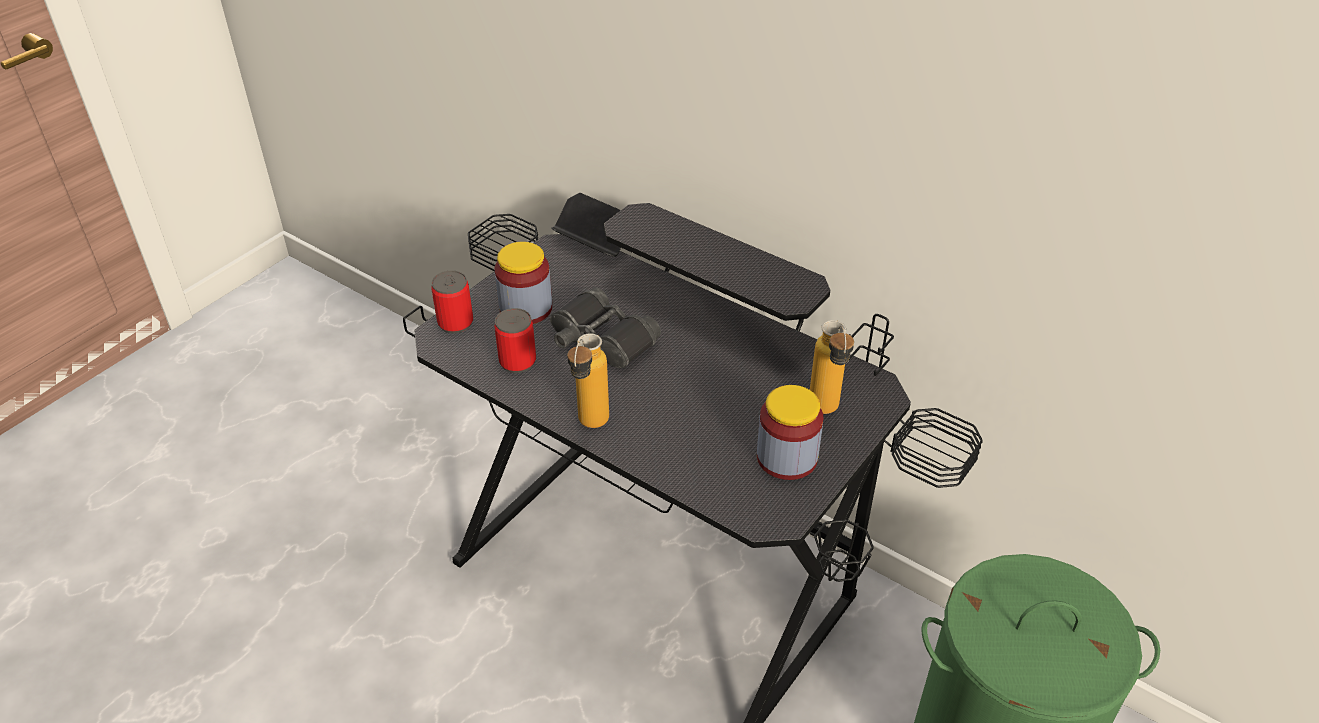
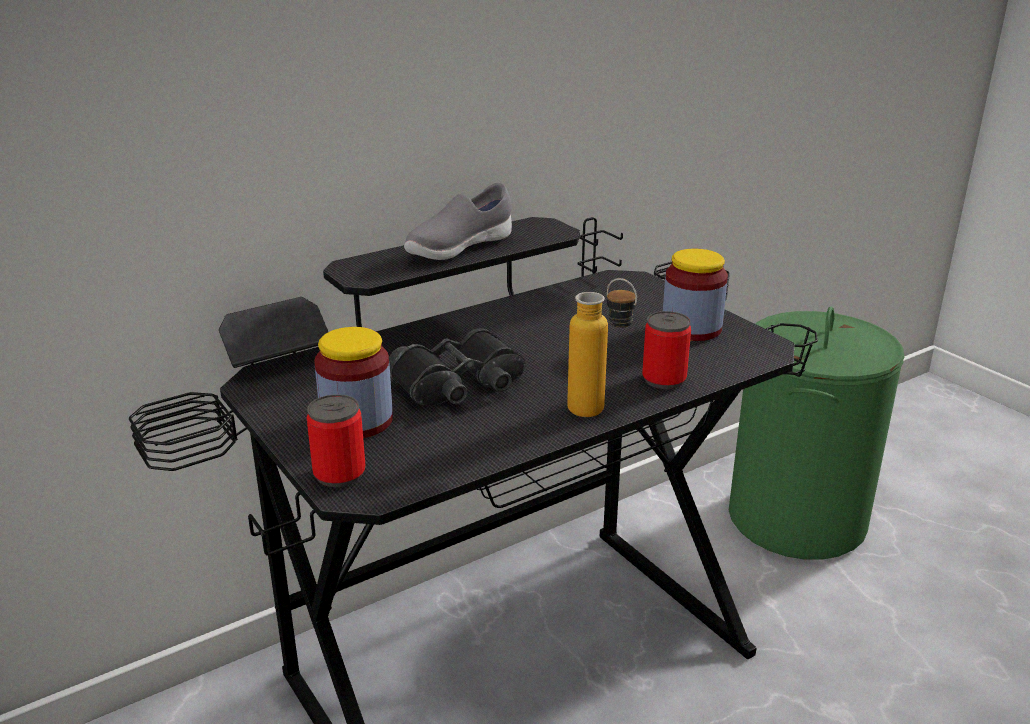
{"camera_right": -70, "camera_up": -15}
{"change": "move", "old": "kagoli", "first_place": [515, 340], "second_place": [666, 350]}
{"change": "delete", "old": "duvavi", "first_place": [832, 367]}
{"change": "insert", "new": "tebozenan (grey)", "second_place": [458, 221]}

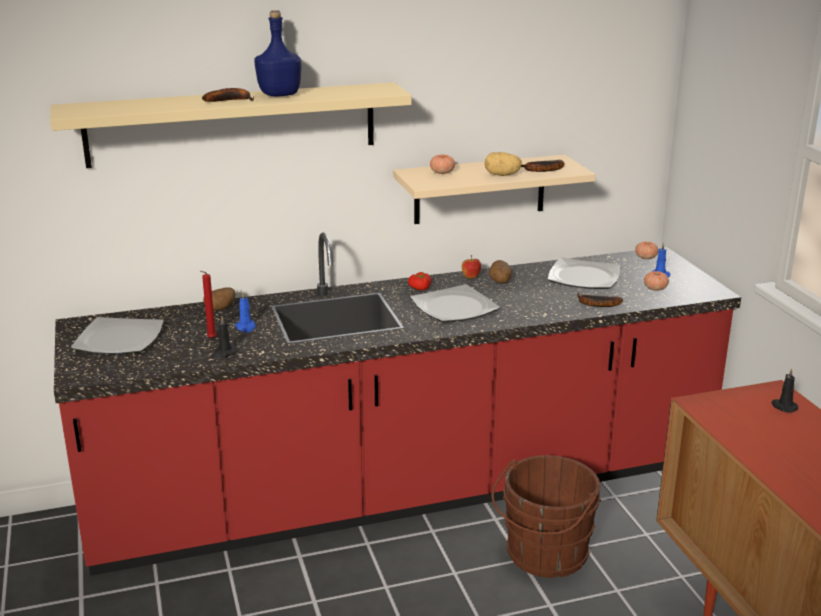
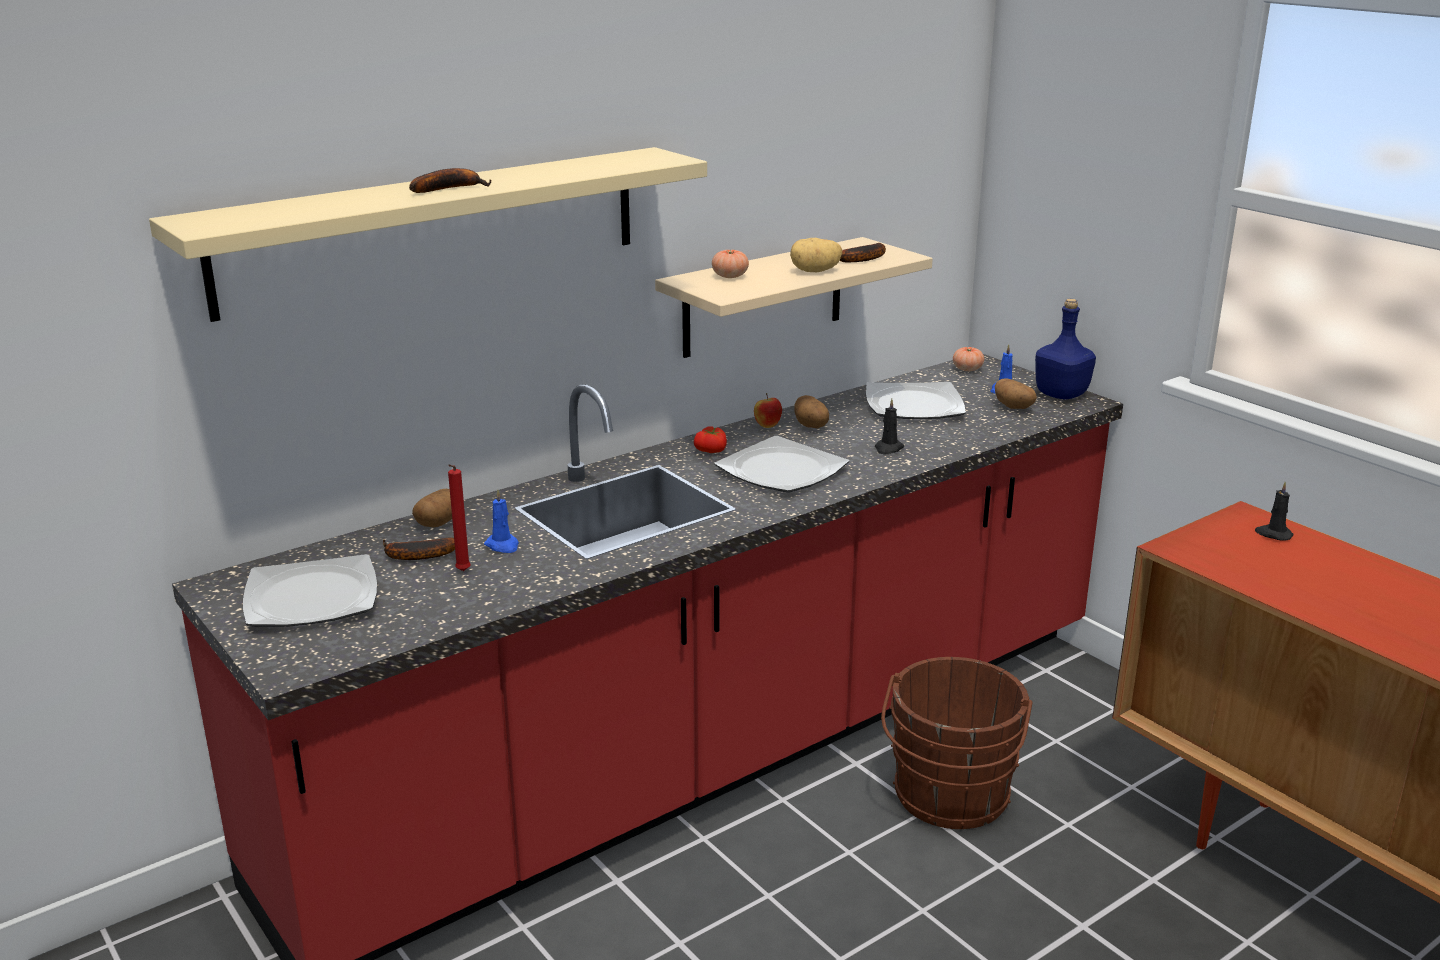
{"camera_right": -20, "camera_up": 0}
{"change": "move", "old": "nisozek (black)", "first_place": [224, 337], "second_place": [889, 426]}
{"change": "move", "old": "duvavi (blue)", "first_place": [278, 53], "second_place": [1065, 349]}
{"change": "move", "old": "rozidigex", "first_place": [600, 300], "second_place": [419, 548]}
{"change": "replace", "old": "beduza", "new": "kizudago", "first_place": [656, 281], "second_place": [1016, 393]}

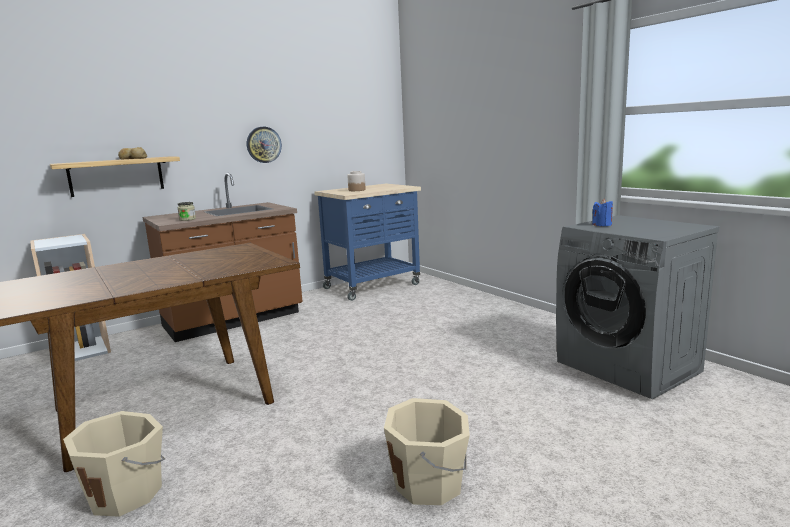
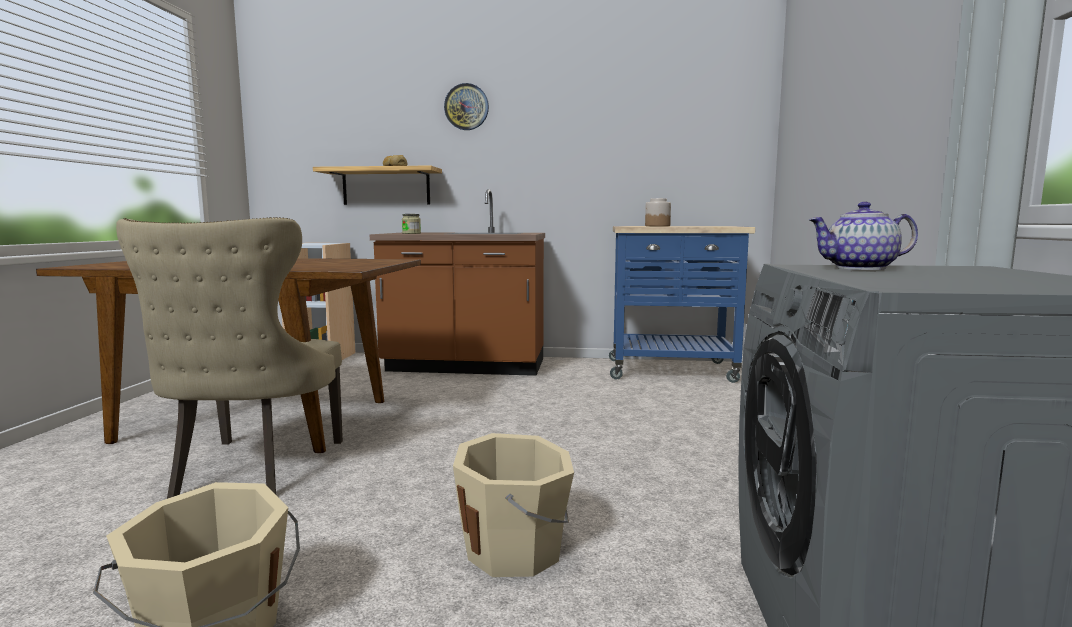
{"camera_right": 40, "camera_up": -5}
{"change": "move", "old": "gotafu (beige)", "first_place": [114, 464], "second_place": [513, 505]}
{"change": "move", "old": "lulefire", "first_place": [264, 145], "second_place": [466, 106]}
{"change": "replace", "old": "nisozek (blue)", "new": "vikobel", "first_place": [602, 212], "second_place": [863, 236]}
{"change": "insert", "new": "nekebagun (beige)", "second_place": [229, 358]}

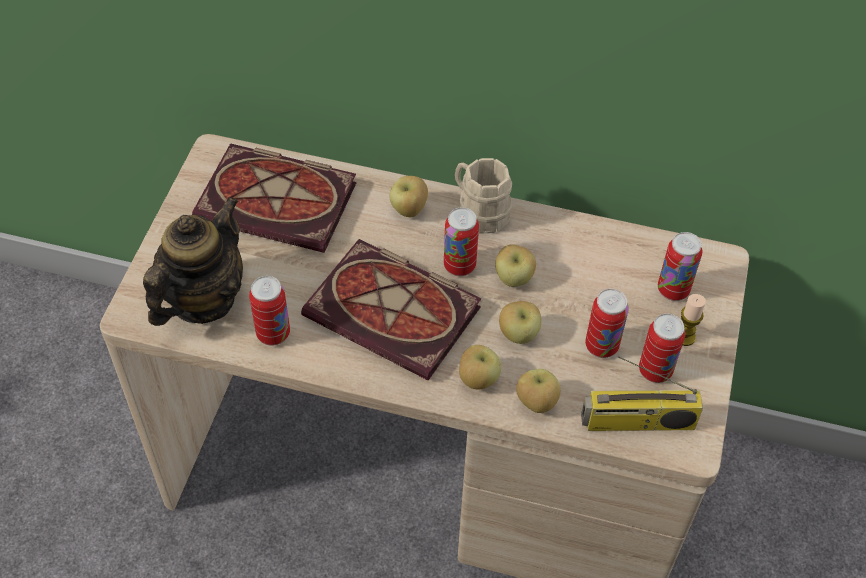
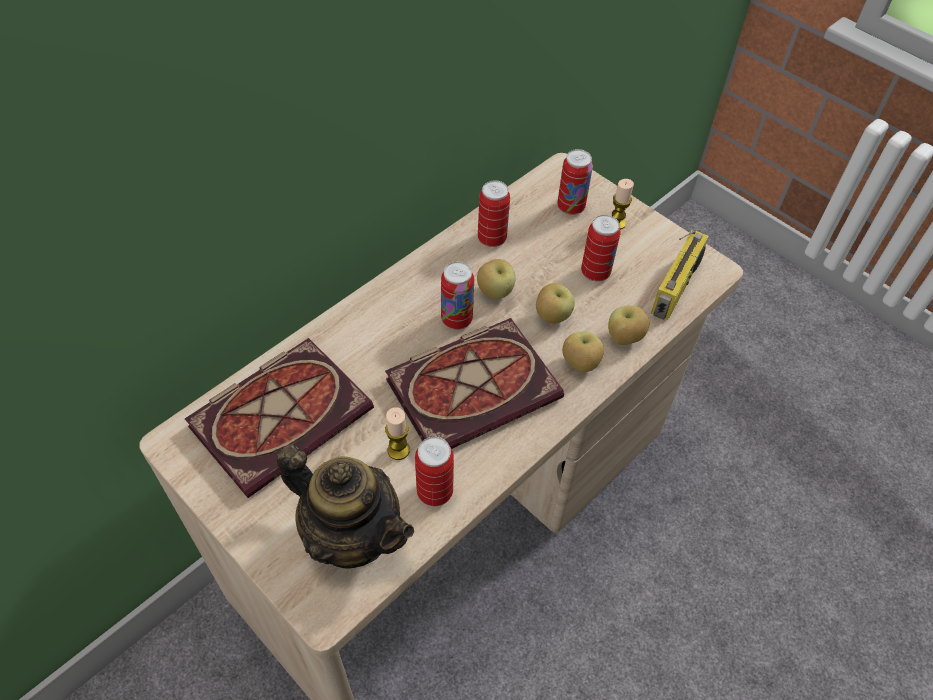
{"camera_right": -60, "camera_up": 0}
{"change": "rotate", "old": "vikobel", "first_place": [193, 261], "second_place": [345, 506], "degrees": 150}
{"change": "delete", "old": "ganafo", "first_place": [408, 196]}
{"change": "delete", "old": "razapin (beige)", "first_place": [483, 196]}
{"change": "move", "old": "kagoli", "first_place": [662, 348], "second_place": [494, 213]}
{"change": "insert", "new": "nisozek", "second_place": [397, 433]}

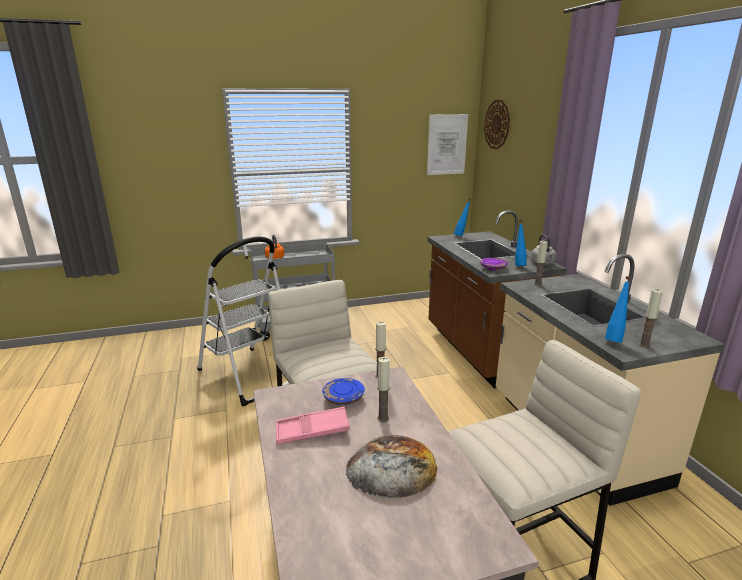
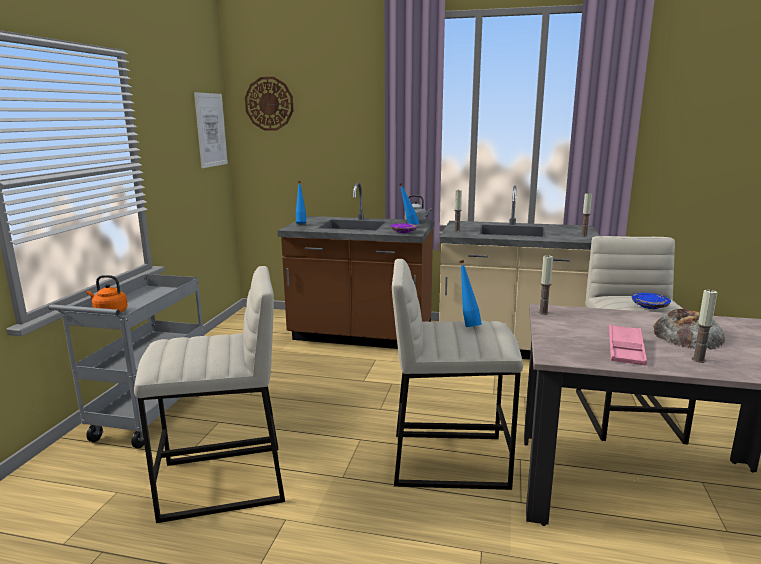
{"camera_right": -60, "camera_up": -5}
{"change": "replace", "old": "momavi", "new": "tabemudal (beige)", "first_place": [243, 321], "second_place": [209, 394]}
{"change": "move", "old": "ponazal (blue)", "first_place": [343, 391], "second_place": [651, 301]}
{"change": "move", "old": "nisozek", "first_place": [383, 389], "second_place": [704, 326]}
{"change": "move", "old": "duvavi (blue)", "first_place": [618, 310], "second_place": [470, 293]}

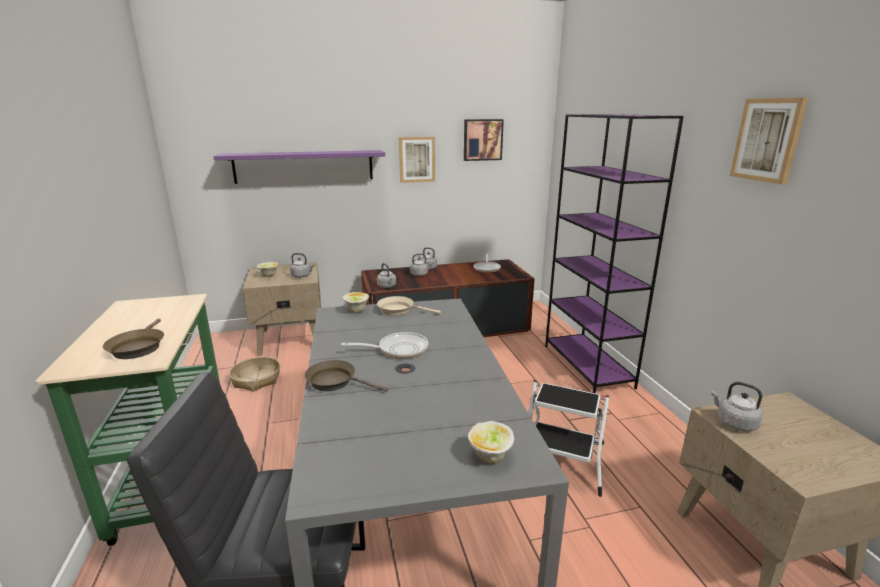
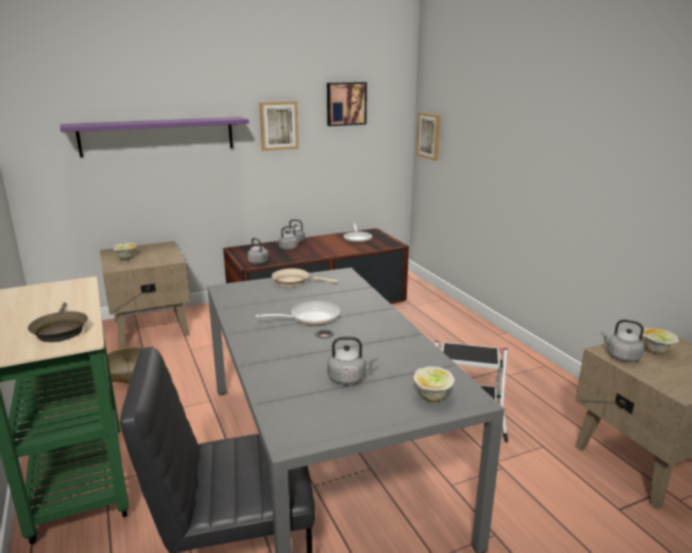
{"camera_right": -10, "camera_up": 0}
{"change": "move", "old": "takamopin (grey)", "first_place": [302, 265], "second_place": [352, 361]}
{"change": "delete", "old": "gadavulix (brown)", "first_place": [346, 376]}
{"change": "move", "old": "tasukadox", "first_place": [355, 302], "second_place": [661, 341]}
{"change": "delete", "old": "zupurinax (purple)", "first_place": [614, 253]}
{"change": "move", "old": "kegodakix", "first_place": [769, 141], "second_place": [428, 136]}

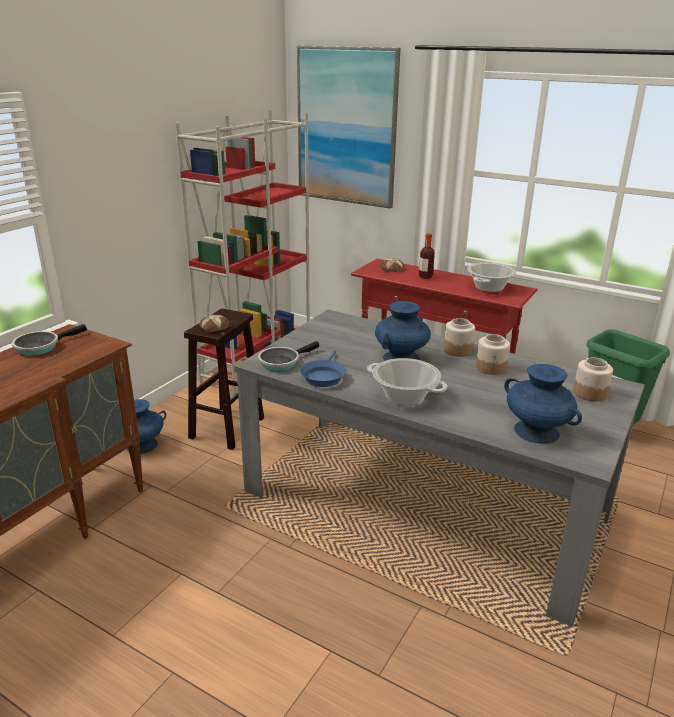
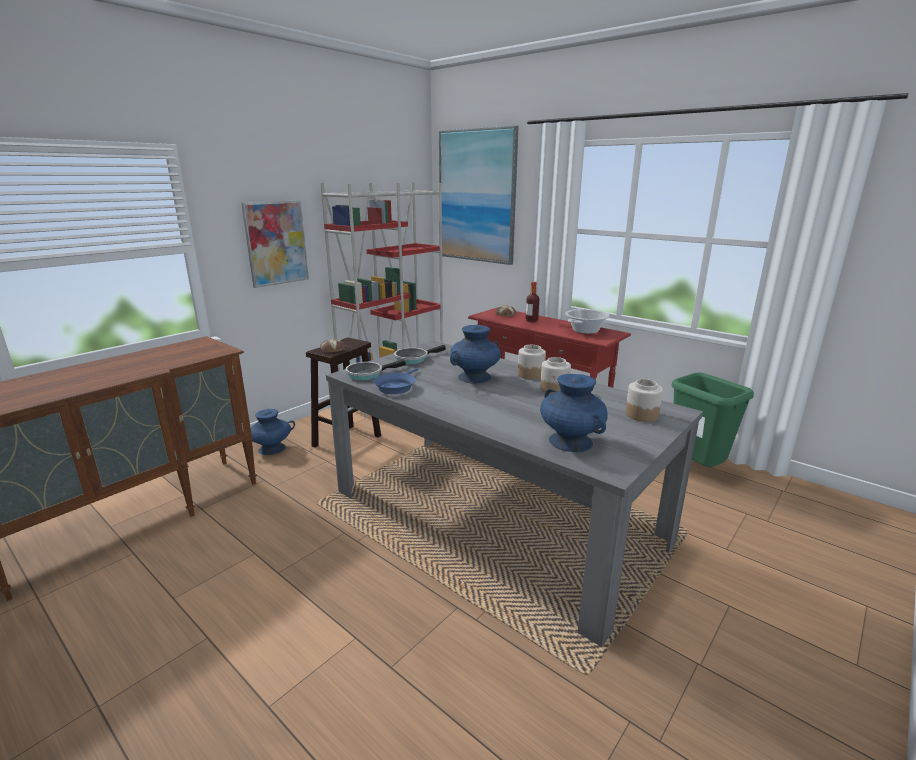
{"camera_right": 10, "camera_up": -5}
{"change": "move", "old": "gadavulix", "first_place": [49, 340], "second_place": [420, 355]}
{"change": "delete", "old": "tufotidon", "first_place": [407, 381]}
{"change": "insert", "new": "kegodakix", "second_place": [275, 244]}

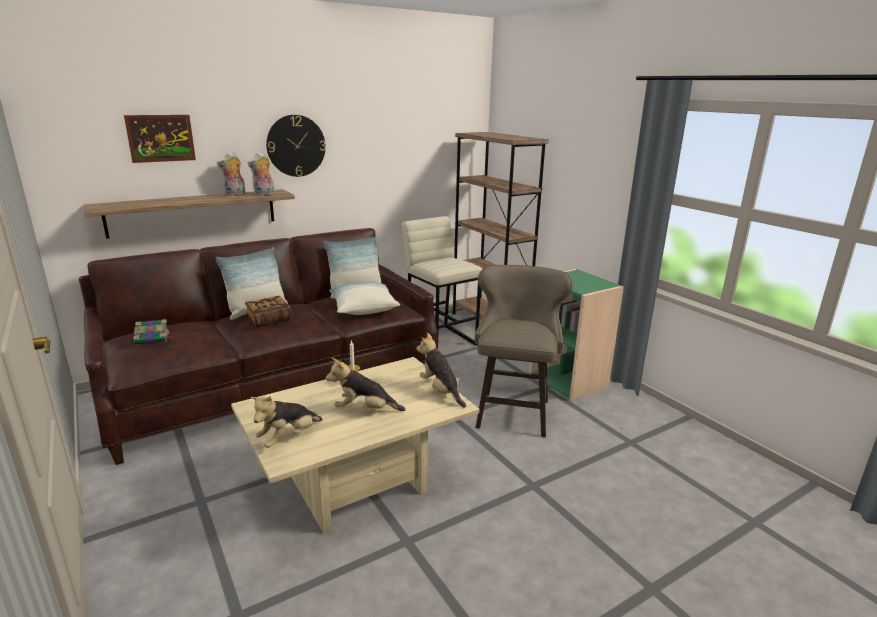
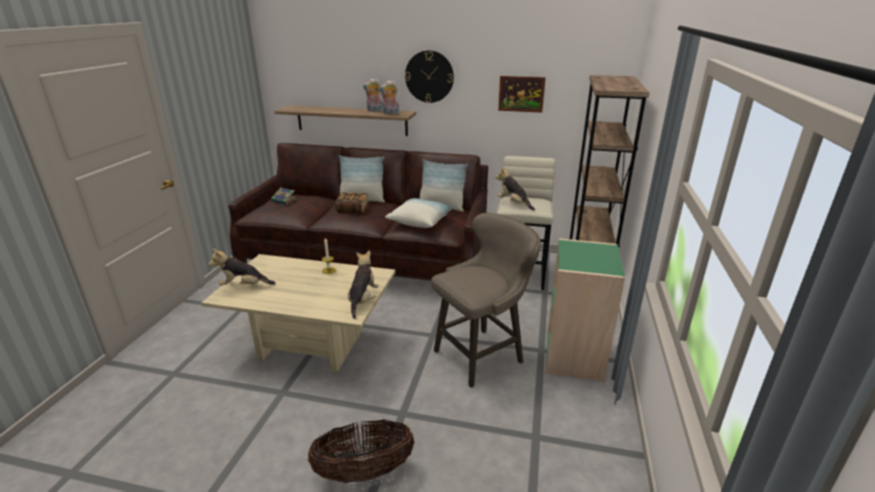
{"camera_right": 45, "camera_up": 5}
{"change": "move", "old": "kegodakix", "first_place": [160, 139], "second_place": [522, 94]}
{"change": "move", "old": "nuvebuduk", "first_place": [365, 384], "second_place": [515, 188]}
{"change": "insert", "new": "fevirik", "second_place": [361, 451]}

